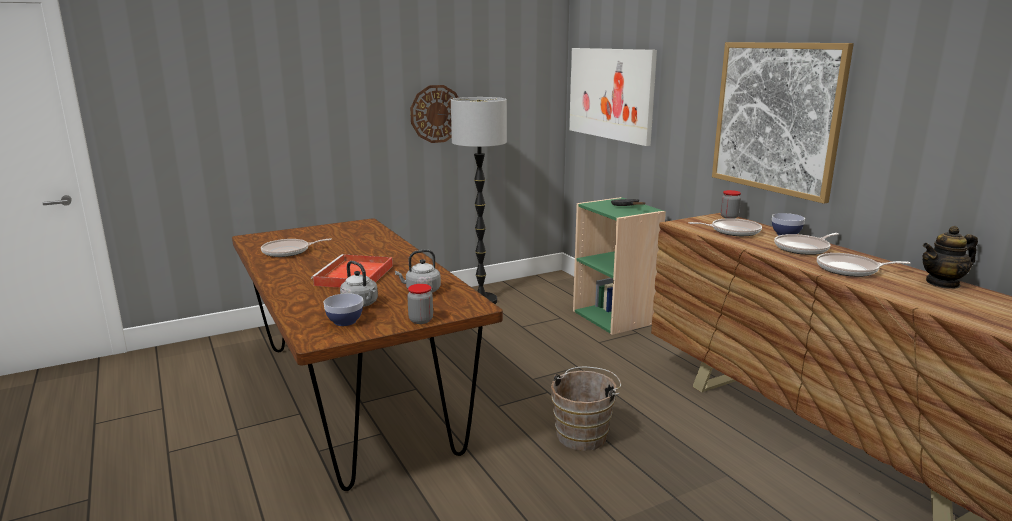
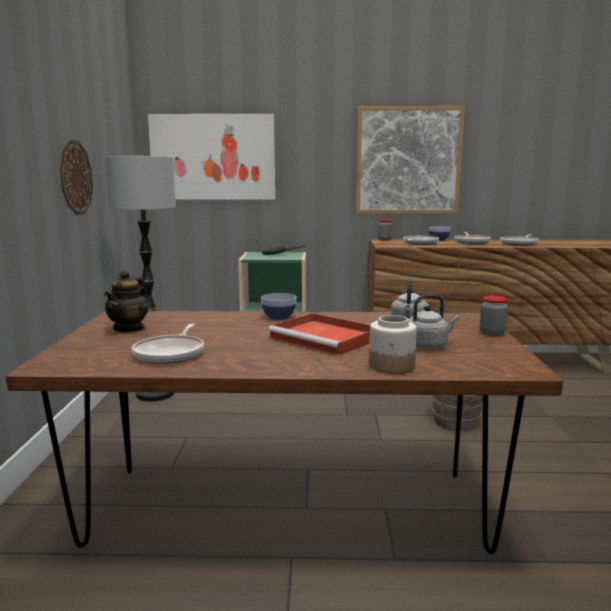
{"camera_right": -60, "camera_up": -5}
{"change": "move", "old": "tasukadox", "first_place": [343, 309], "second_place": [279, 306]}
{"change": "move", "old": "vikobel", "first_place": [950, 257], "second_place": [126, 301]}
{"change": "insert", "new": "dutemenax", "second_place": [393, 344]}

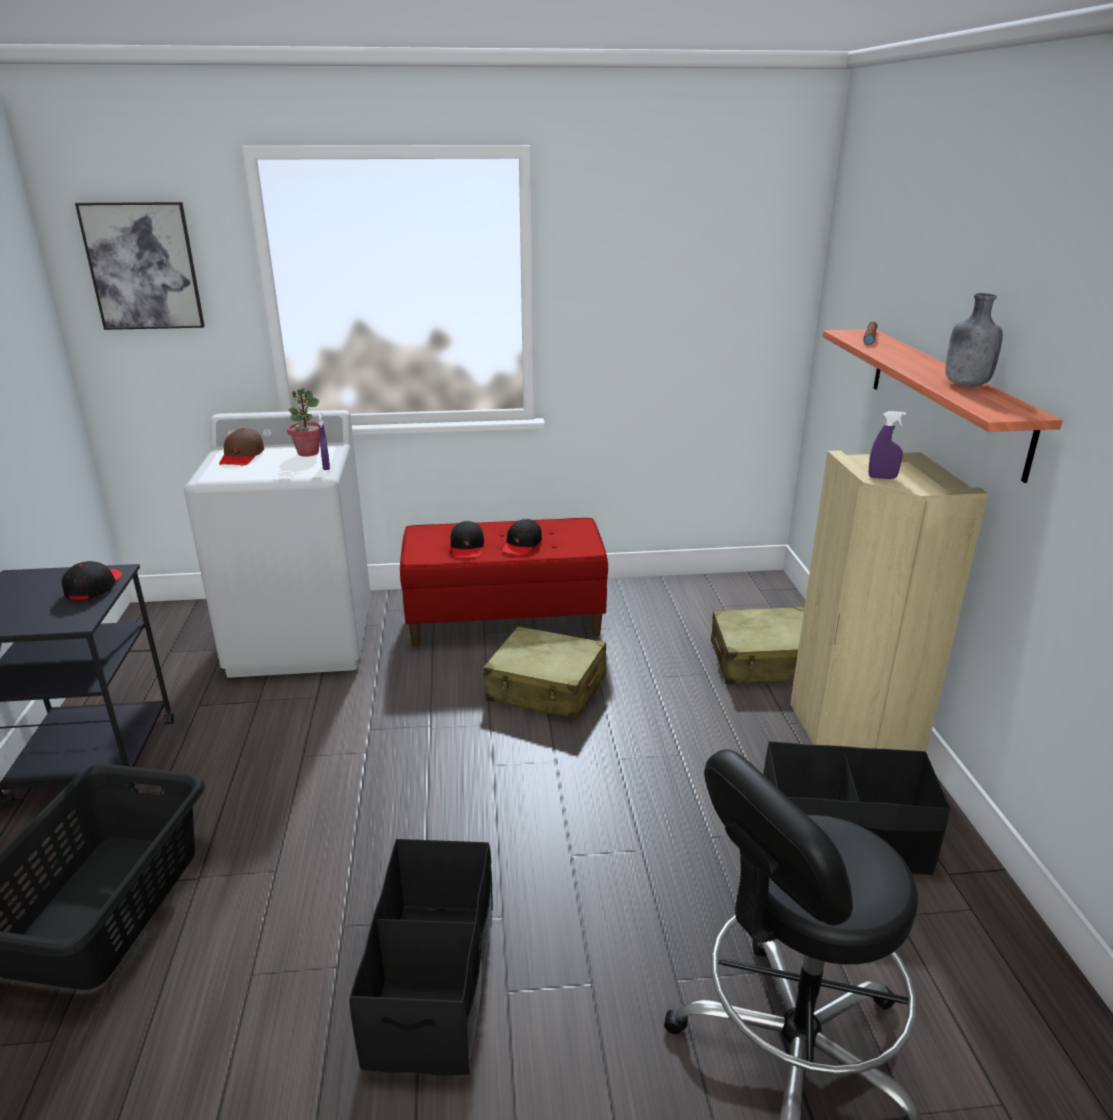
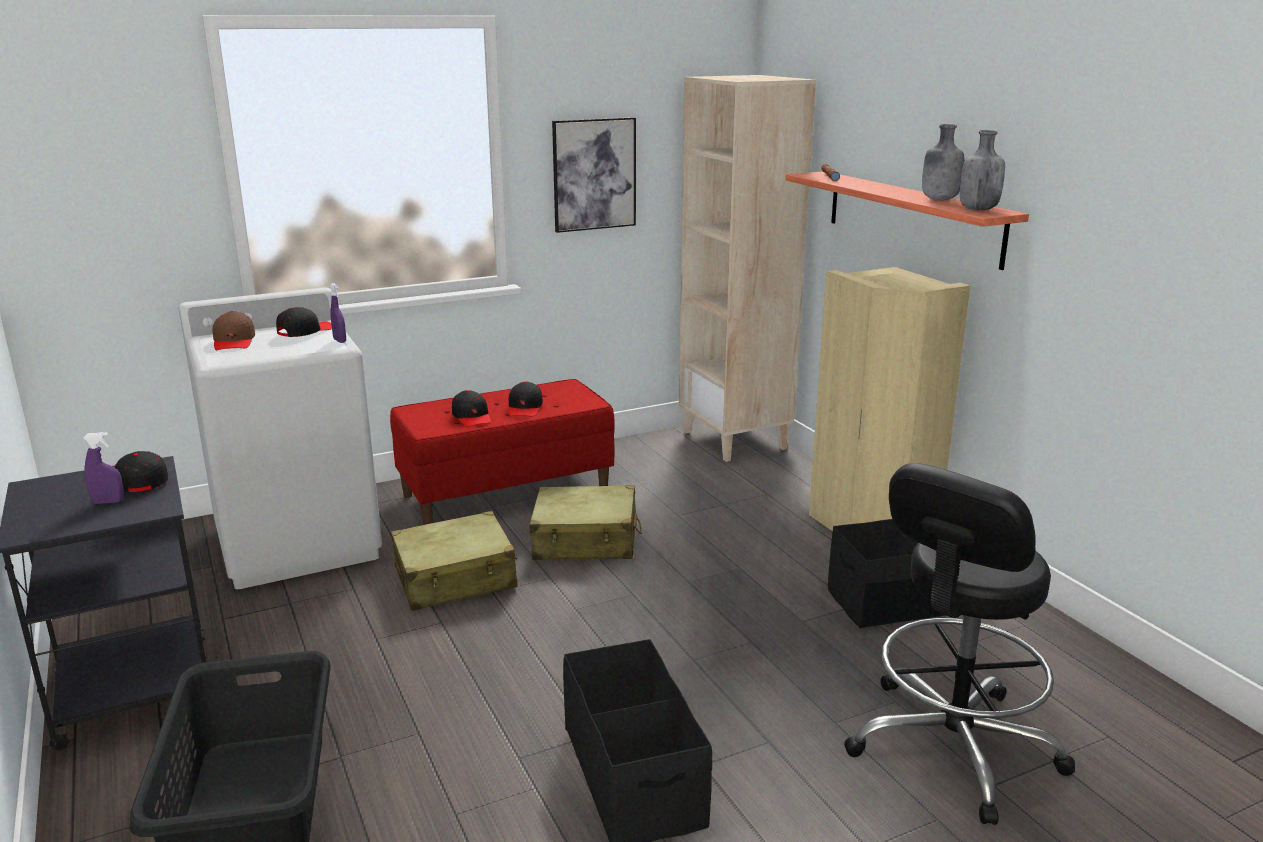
{"camera_right": -20, "camera_up": -5}
{"change": "move", "old": "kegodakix", "first_place": [140, 266], "second_place": [594, 175]}
{"change": "replace", "old": "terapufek", "new": "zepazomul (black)", "first_place": [303, 422], "second_place": [304, 322]}
{"change": "move", "old": "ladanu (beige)", "first_place": [757, 646], "second_place": [454, 561]}
{"change": "move", "old": "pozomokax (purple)", "first_place": [888, 445], "second_place": [103, 468]}
{"change": "insert", "new": "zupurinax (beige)", "second_place": [747, 268]}
{"change": "insert", "new": "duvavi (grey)", "second_place": [982, 170]}

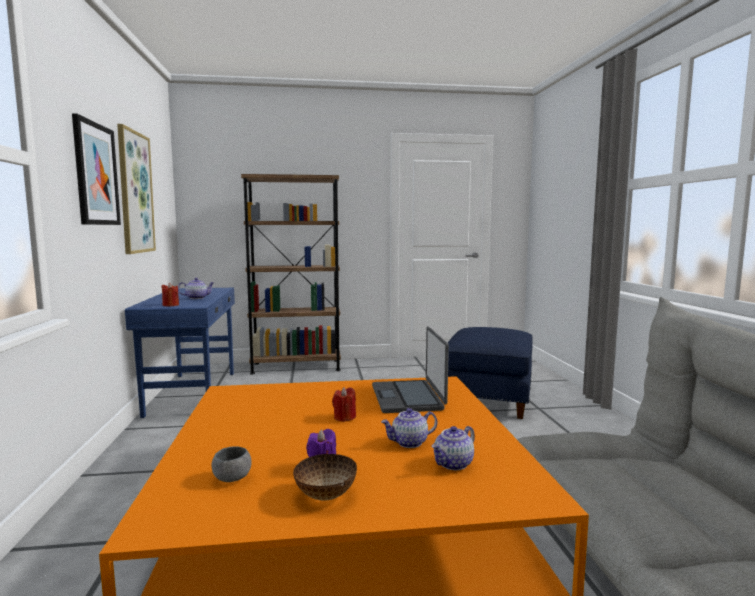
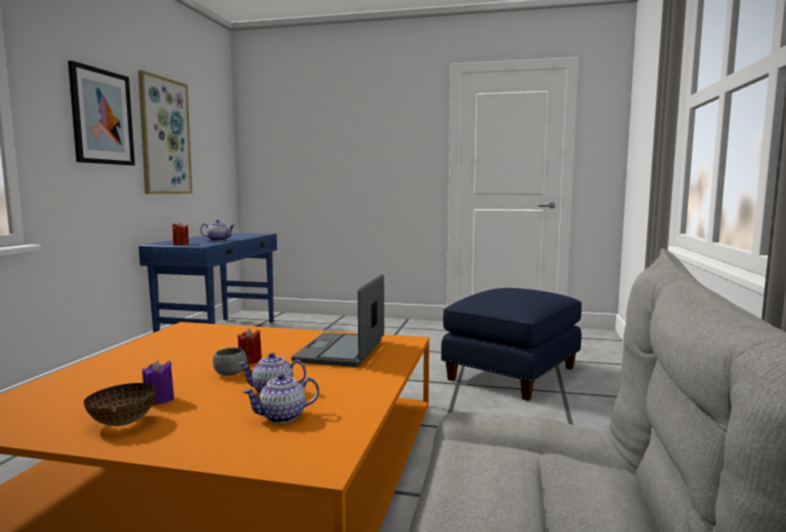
{"camera_right": 20, "camera_up": 0}
{"change": "move", "old": "tasukadox (grey)", "first_place": [232, 464], "second_place": [230, 362]}
{"change": "delete", "old": "zupurinax (brown)", "first_place": [291, 274]}

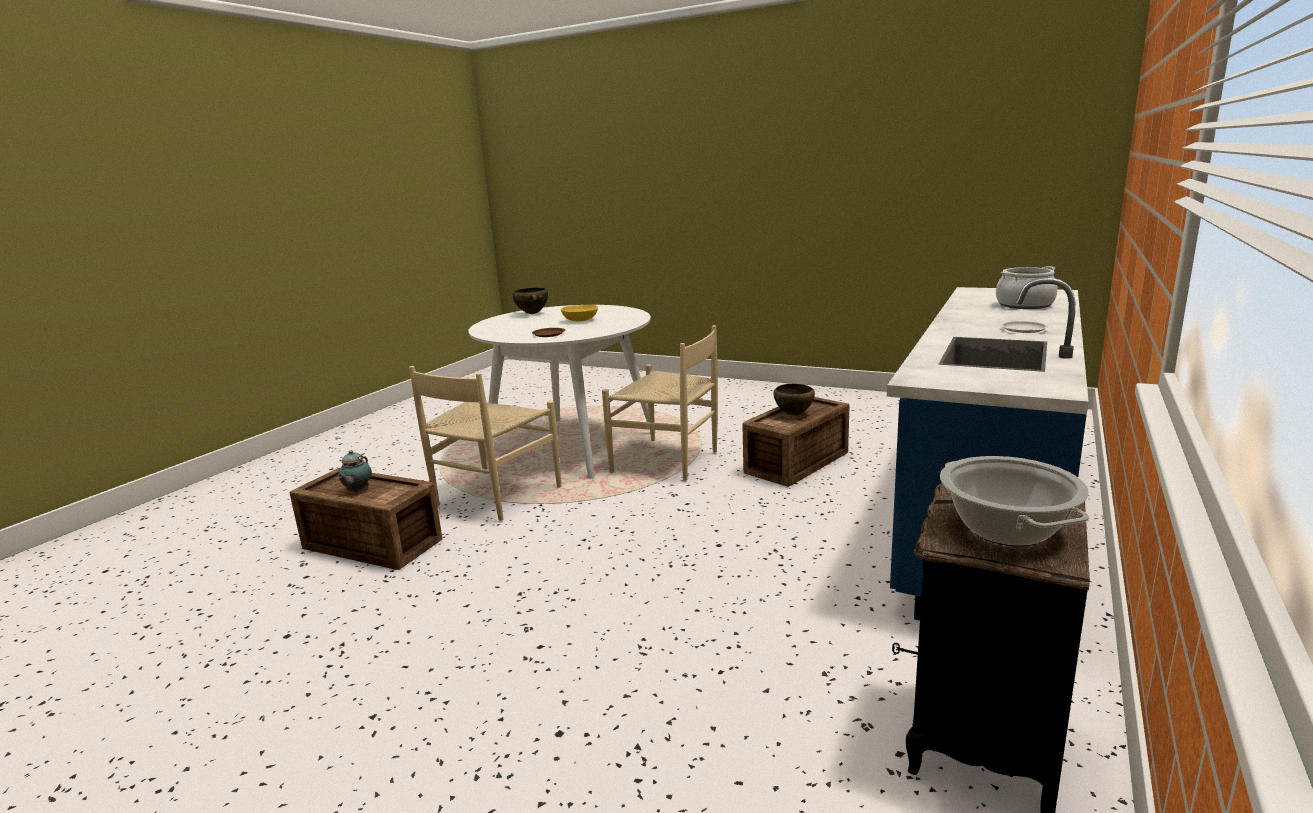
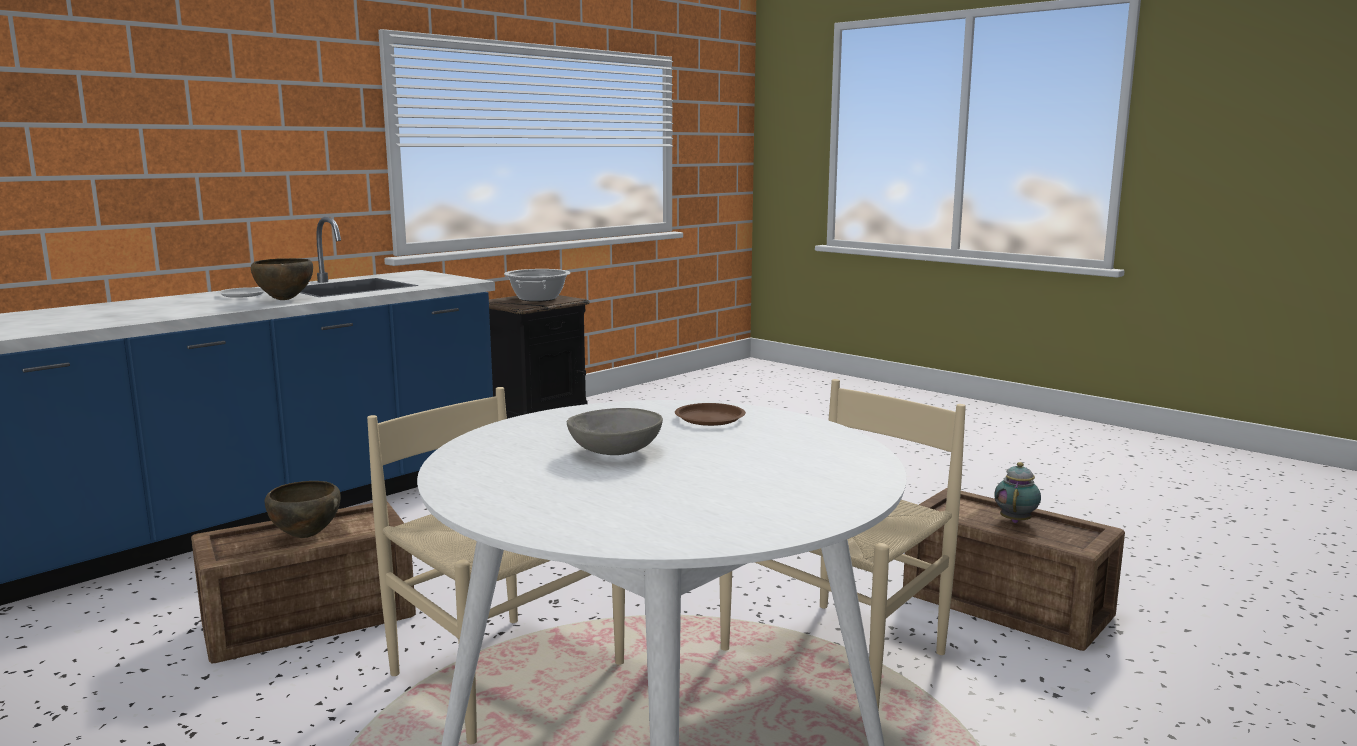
{"camera_right": -165, "camera_up": -5}
{"change": "move", "old": "tasukadox (brown)", "first_place": [530, 301], "second_place": [282, 279]}
{"change": "recolor", "old": "tasukadox (yellow)", "new": "tasukadox (grey)", "first_place": [579, 313], "second_place": [615, 431]}
{"change": "delete", "old": "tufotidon", "first_place": [1027, 287]}

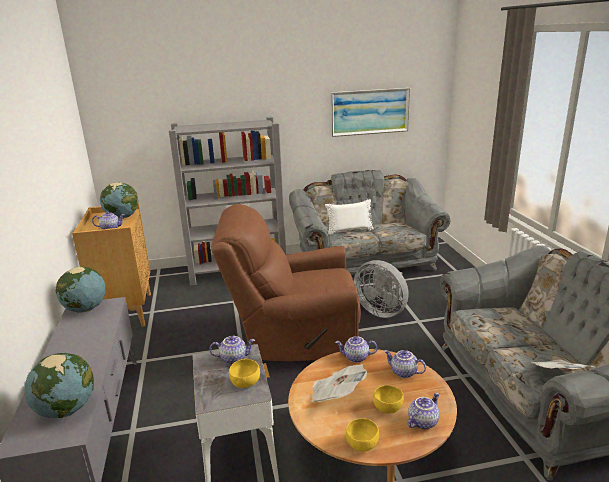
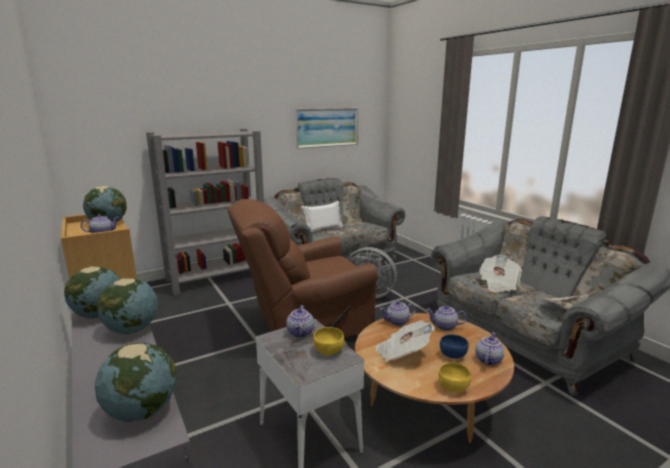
{"camera_right": -20, "camera_up": -5}
{"change": "rotate", "old": "vikobel", "first_place": [232, 350], "second_place": [300, 321], "degrees": 120}
{"change": "recolor", "old": "tasukadox (yellow)", "new": "tasukadox (blue)", "first_place": [388, 399], "second_place": [454, 346]}
{"change": "insert", "new": "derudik", "second_place": [127, 306]}
{"change": "insert", "new": "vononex", "second_place": [500, 273]}

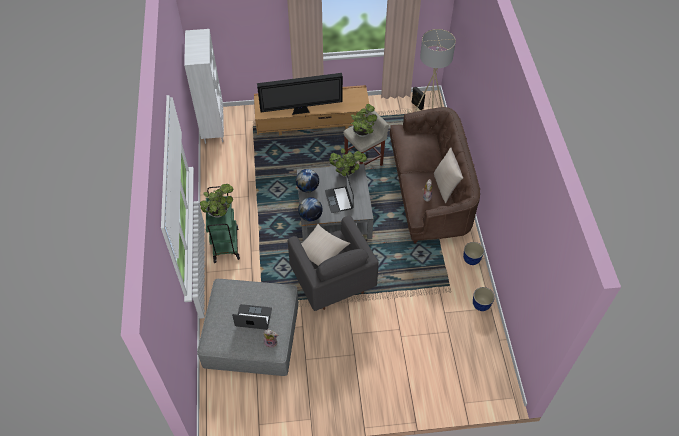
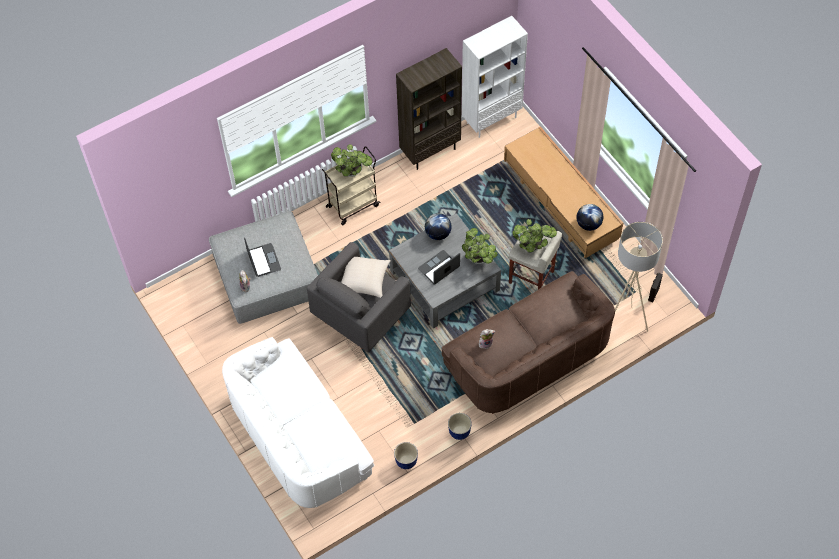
{"camera_right": 65, "camera_up": 5}
{"change": "recolor", "old": "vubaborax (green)", "new": "vubaborax (beige)", "first_place": [223, 224], "second_place": [351, 185]}
{"change": "delete", "old": "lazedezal", "first_place": [300, 94]}
{"change": "move", "old": "derudik", "first_place": [310, 209], "second_place": [590, 217]}
{"change": "delete", "old": "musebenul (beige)", "first_place": [448, 175]}
{"change": "insert", "new": "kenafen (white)", "second_place": [298, 422]}
{"change": "insert", "new": "zupurinax (brown)", "second_place": [429, 109]}

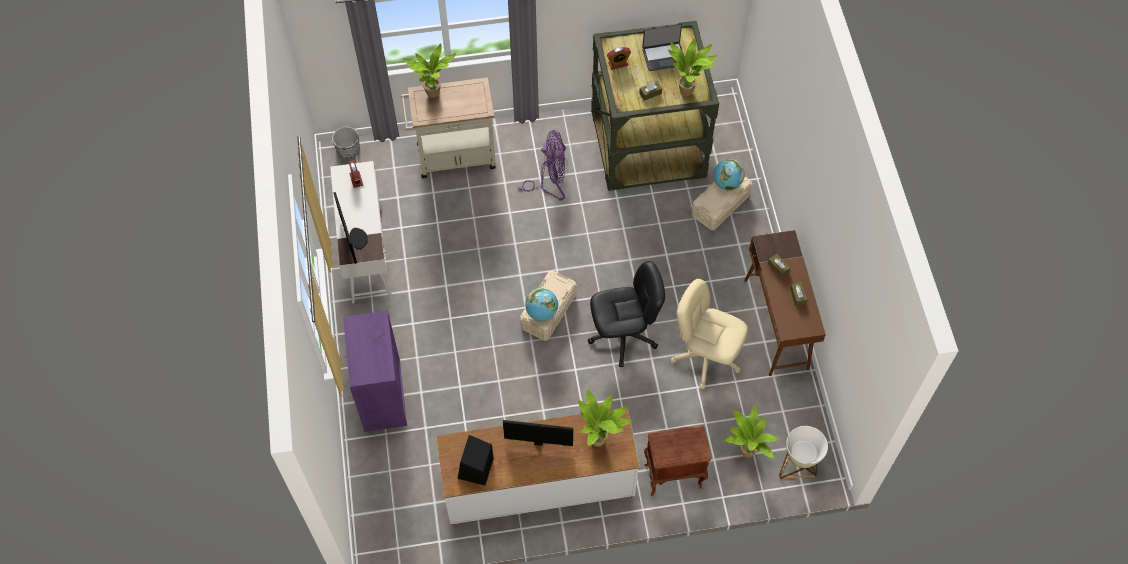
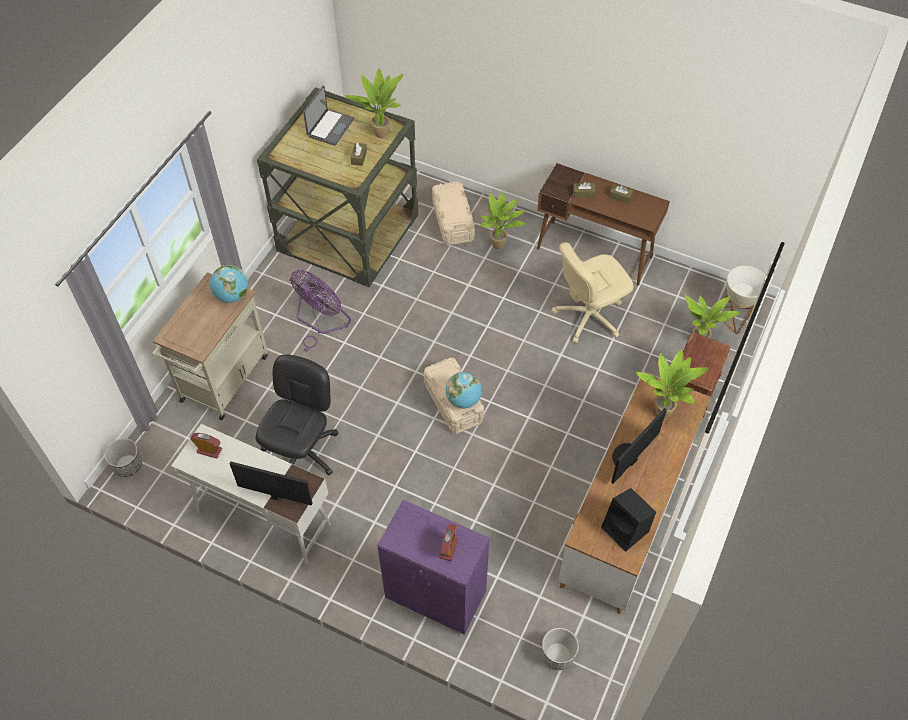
{"camera_right": -55, "camera_up": -5}
{"change": "move", "old": "terapufek", "first_place": [429, 70], "second_place": [503, 220]}
{"change": "move", "old": "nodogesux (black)", "first_place": [626, 314], "second_place": [297, 414]}
{"change": "move", "old": "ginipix", "first_place": [619, 58], "second_place": [449, 542]}
{"change": "move", "old": "derudik", "first_place": [729, 175], "second_place": [229, 284]}
{"change": "insert", "new": "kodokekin", "second_place": [560, 649]}

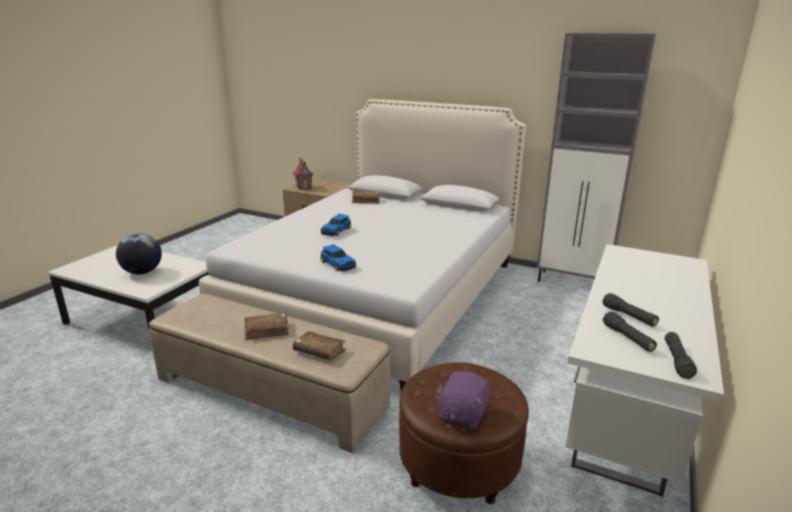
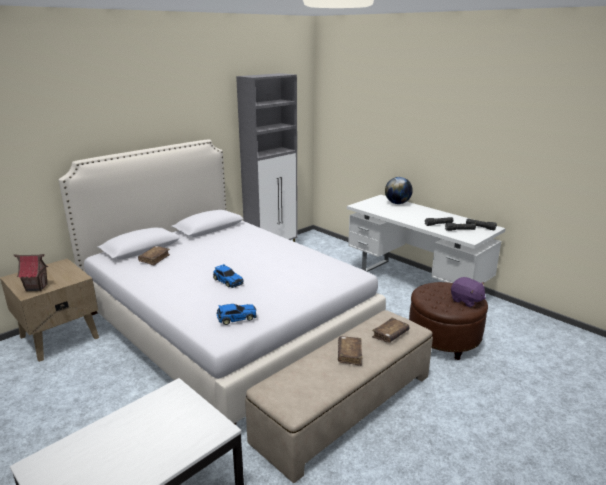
{"camera_right": -70, "camera_up": 0}
{"change": "move", "old": "derudik", "first_place": [139, 253], "second_place": [399, 190]}
{"change": "move", "old": "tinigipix", "first_place": [338, 257], "second_place": [237, 314]}

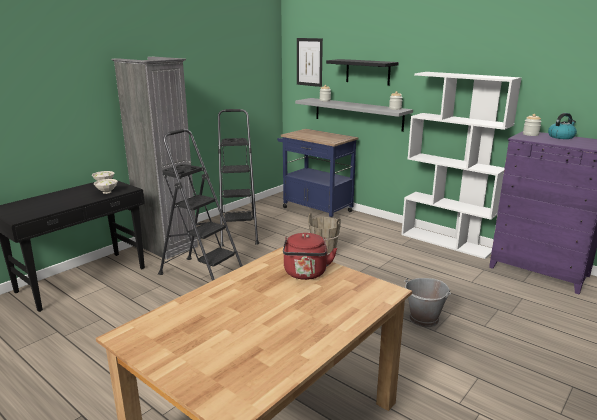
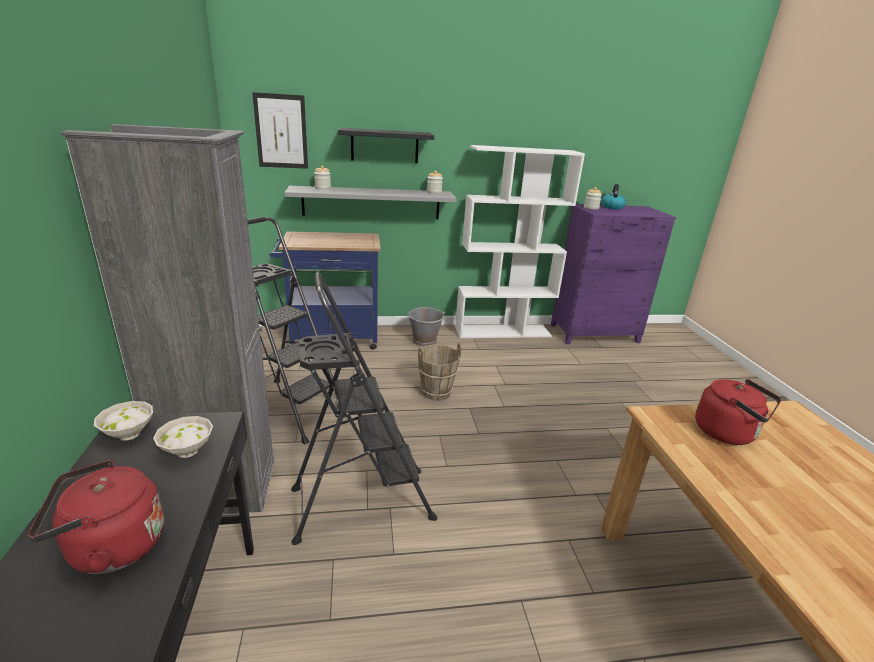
{"camera_right": -50, "camera_up": 5}
{"change": "move", "old": "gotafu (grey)", "first_place": [427, 302], "second_place": [426, 327]}
{"change": "insert", "new": "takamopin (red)", "second_place": [96, 517]}

